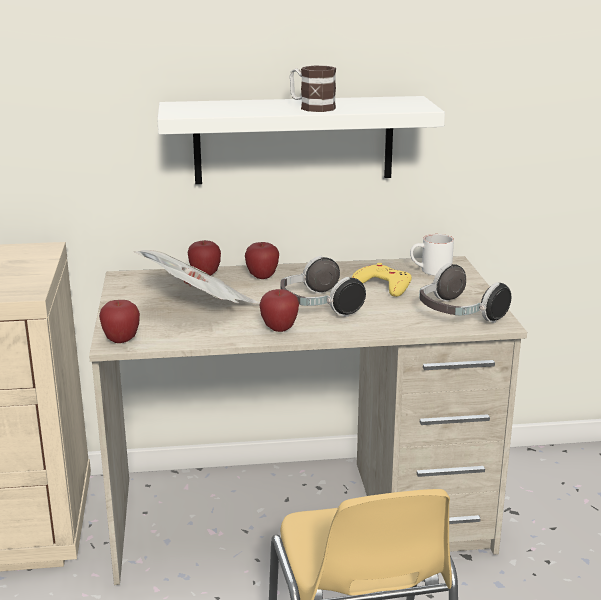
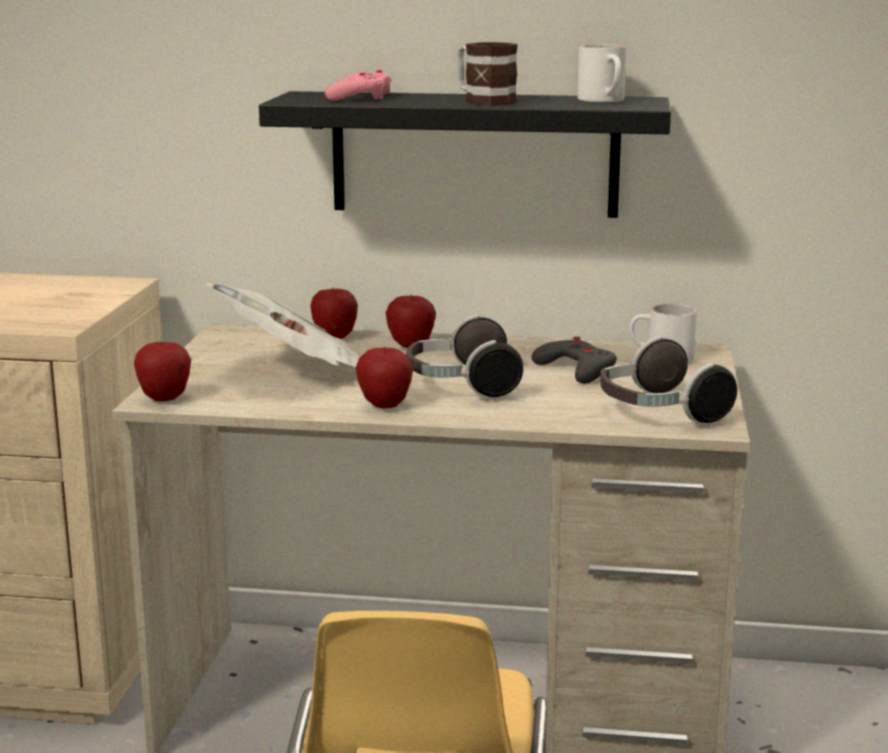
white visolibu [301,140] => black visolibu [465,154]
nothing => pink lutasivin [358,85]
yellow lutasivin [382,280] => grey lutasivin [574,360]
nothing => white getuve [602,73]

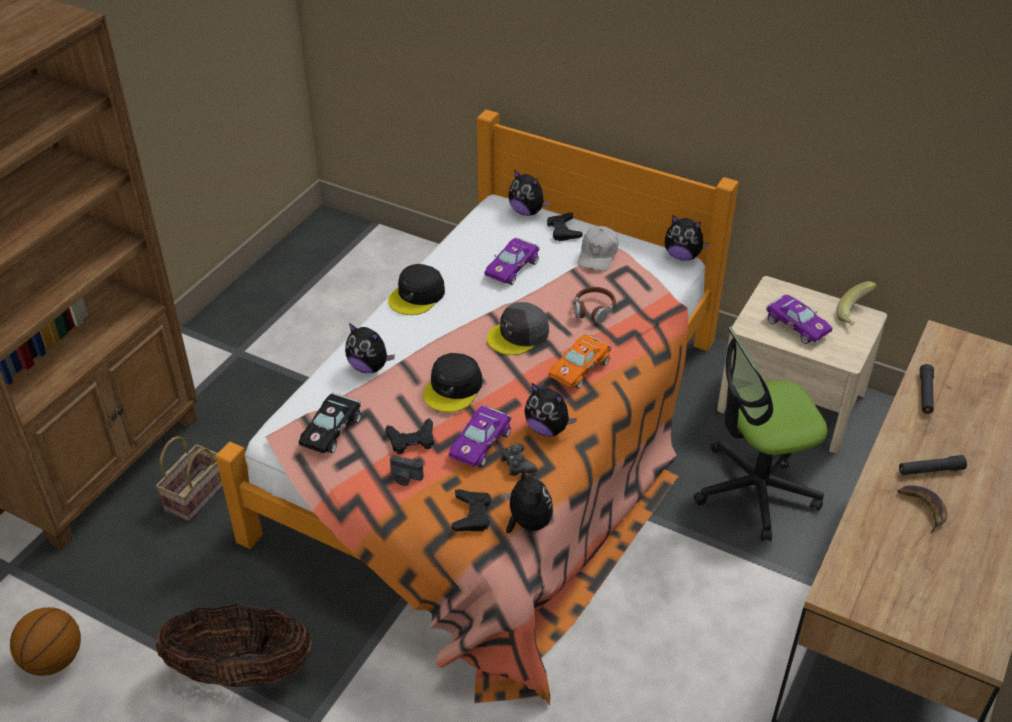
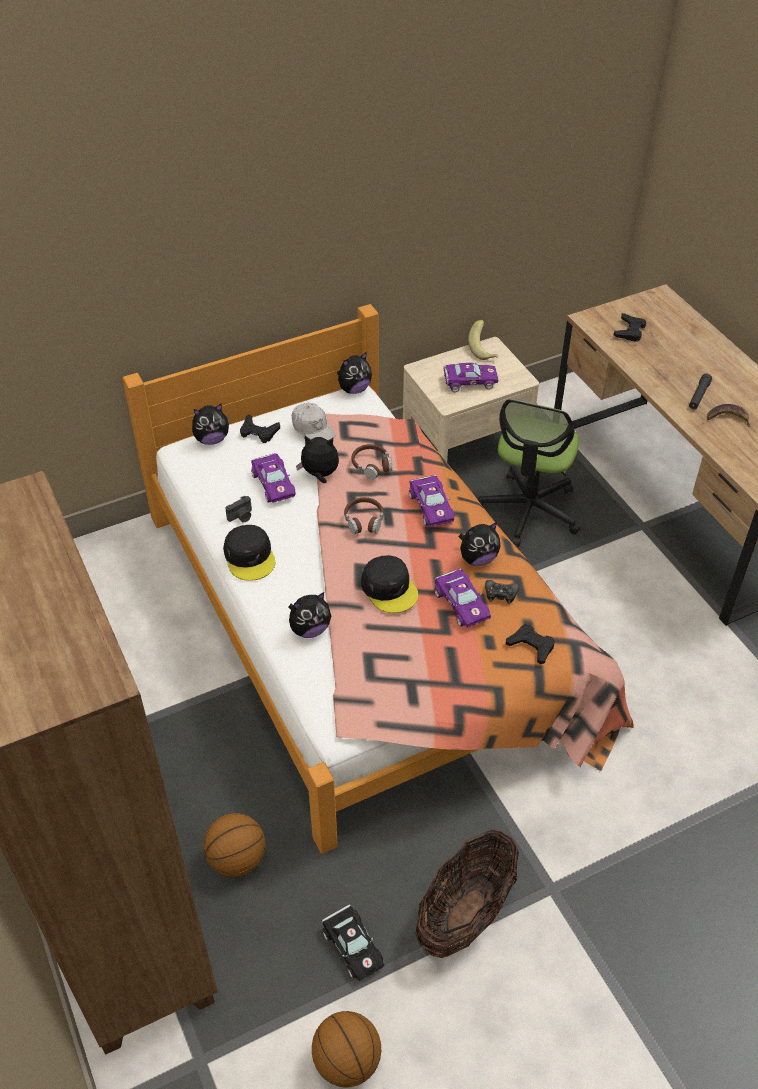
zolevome [189,478] => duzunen [234,845]
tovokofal [407,470] => tovokofal [238,509], relocated
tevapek [528,500] => tevapek [317,459], relocated
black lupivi [330,423] => black lupivi [352,942], relocated
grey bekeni [518,328] => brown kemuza [364,515]
orange lupivi [579,361] => purple lupivi [431,500]
black lutasivin [409,436] => black lutasivin [630,327], relocated
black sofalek [927,389] => nothing

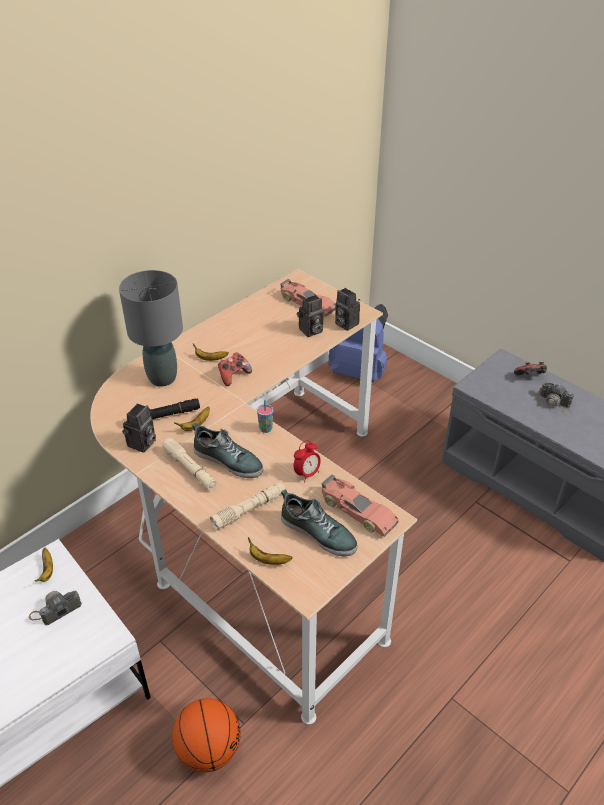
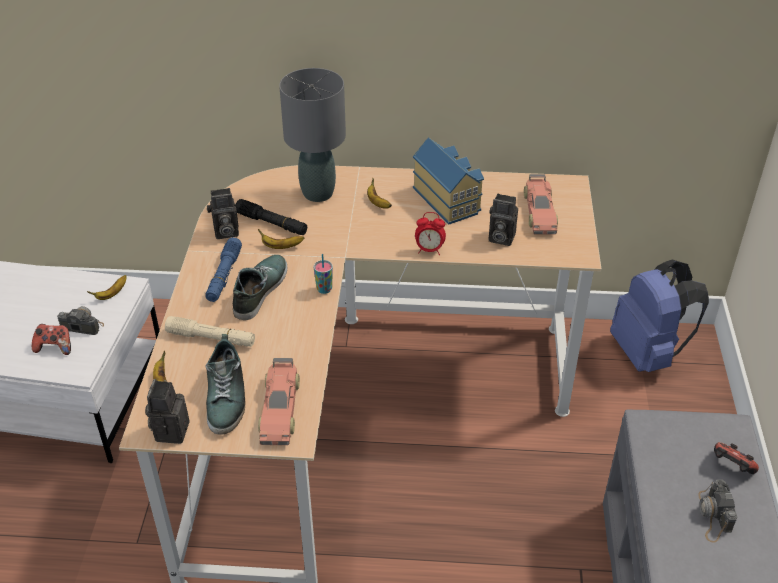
lutasivin [235,369] => lutasivin [51,339], relocated
tovokofal [347,309] => tovokofal [167,411], relocated
beige sofalek [189,464] => blue sofalek [223,269]
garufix [227,450] => garufix [260,287], 150 degrees counterclockwise
nothing => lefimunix [448,180]
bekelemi [307,461] => bekelemi [430,233], relocated
duzunen [206,735] => nothing

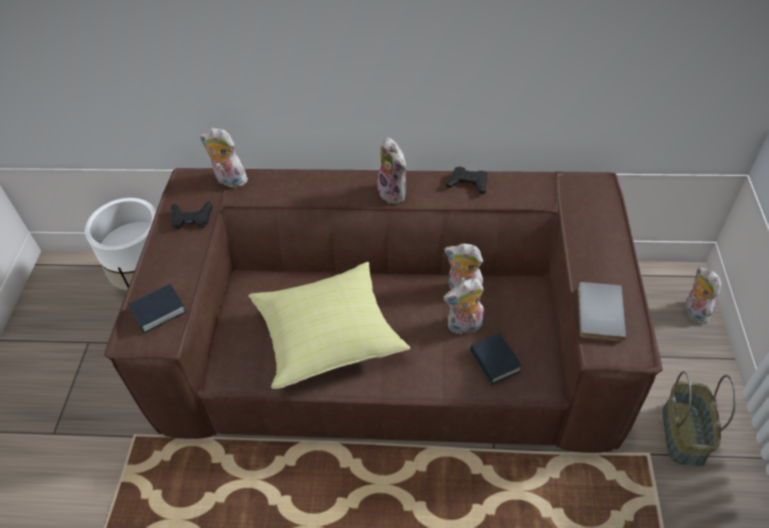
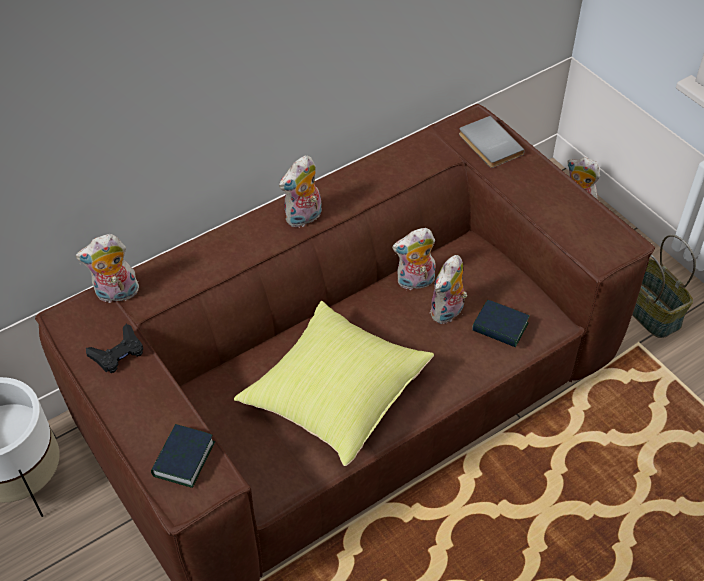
tevapek [392,170] => tevapek [300,191], 120 degrees clockwise
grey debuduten [602,312] => grey debuduten [492,142], relocated
black lutasivin [466,181] => nothing

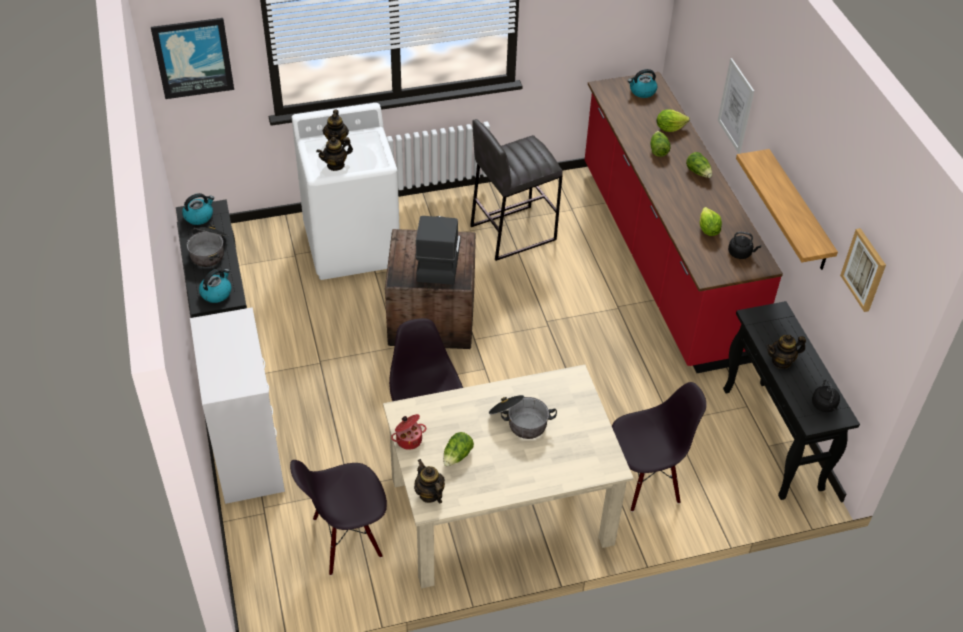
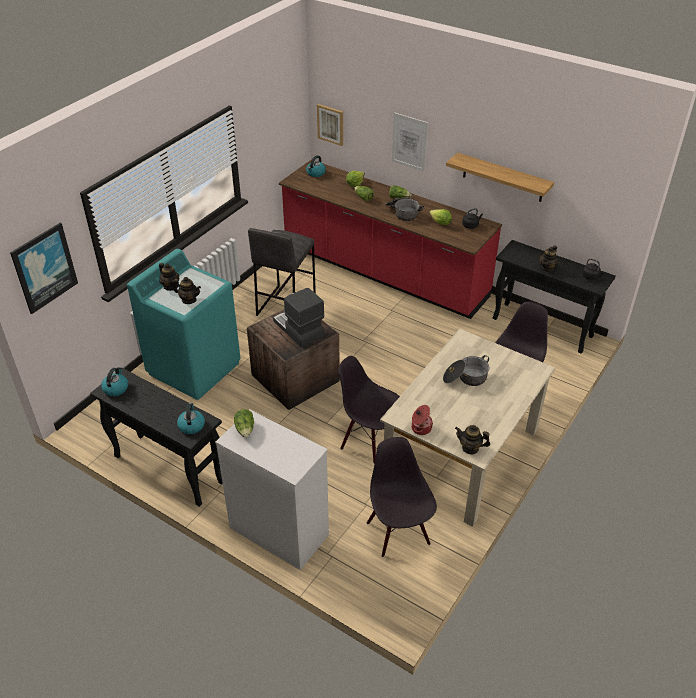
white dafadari [345,191] => turquoise dafadari [184,324]
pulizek [334,154] => pulizek [187,290], 90 degrees counterclockwise
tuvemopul [458,449] => tuvemopul [244,423], relocated
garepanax [863,270] => garepanax [330,125], relocated
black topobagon [338,517] => black topobagon [402,497], 135 degrees clockwise
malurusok [207,246] => malurusok [404,209], relocated

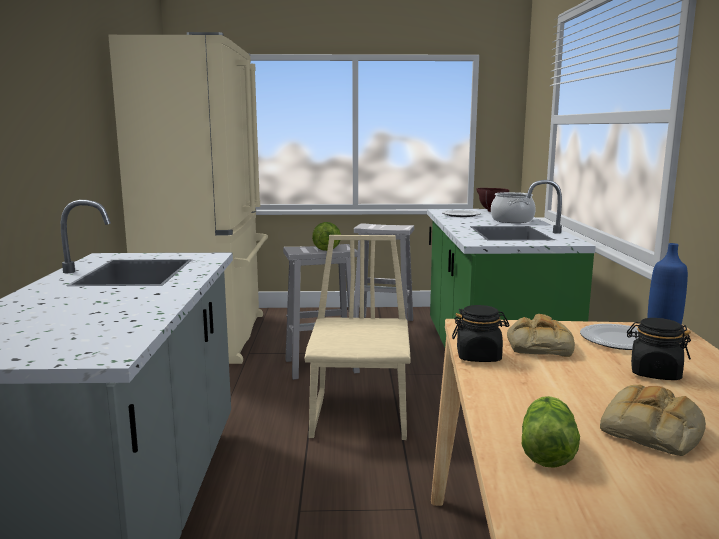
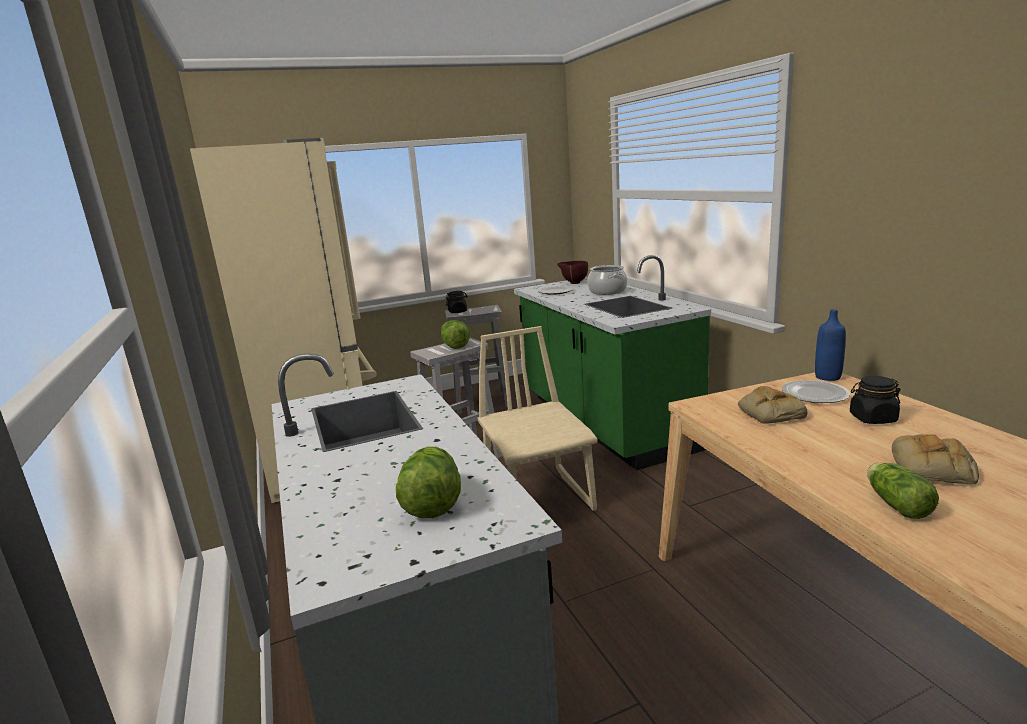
nothing => tuvemopul [428,482]
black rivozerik [480,333] => black rivozerik [457,302], relocated

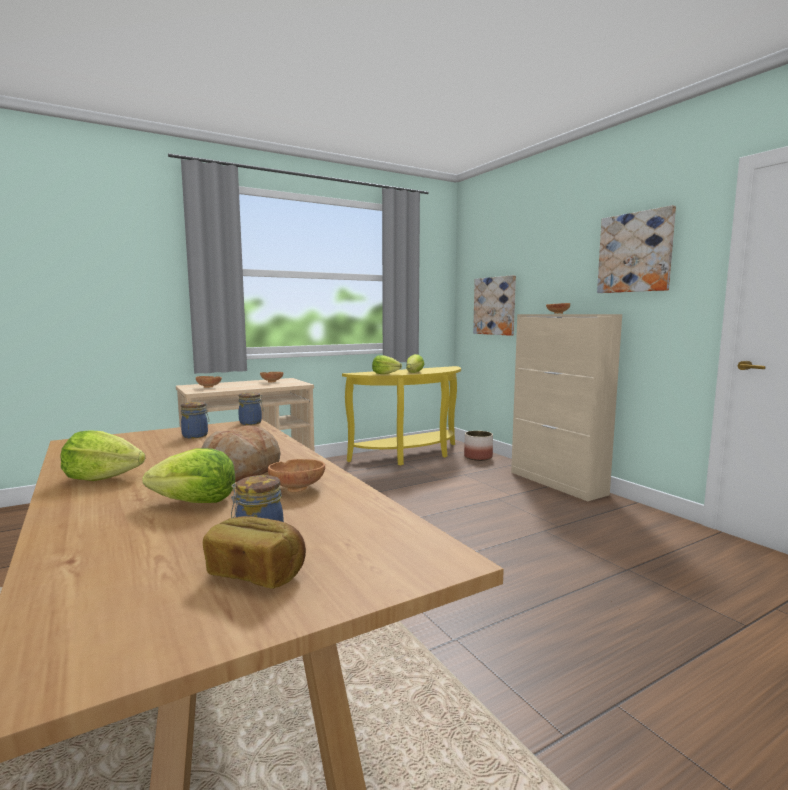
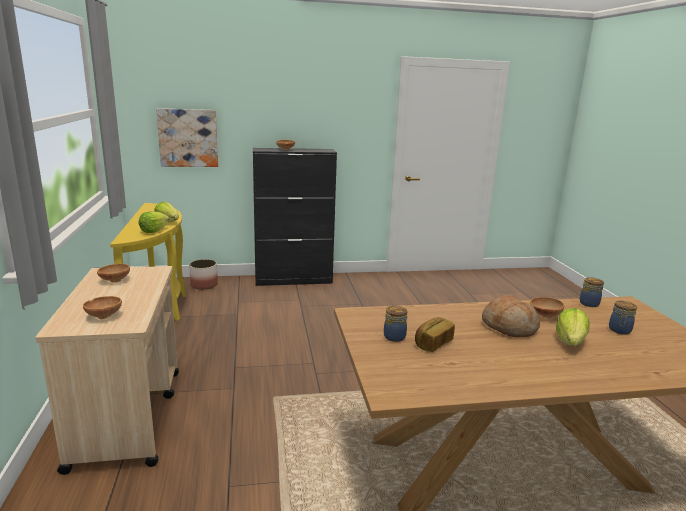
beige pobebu [566,407] => black pobebu [295,217]
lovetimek [254,552] => lovetimek [435,334], relocated
rivozerik [251,408] => rivozerik [592,292], relocated
tuvemopul [102,456] => nothing
garepanax [636,249] => nothing

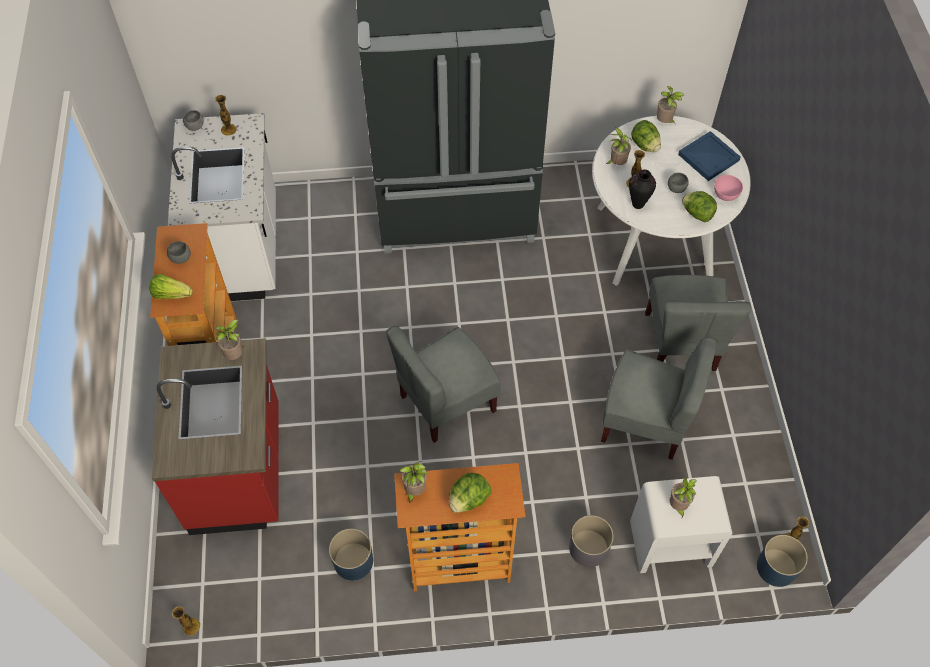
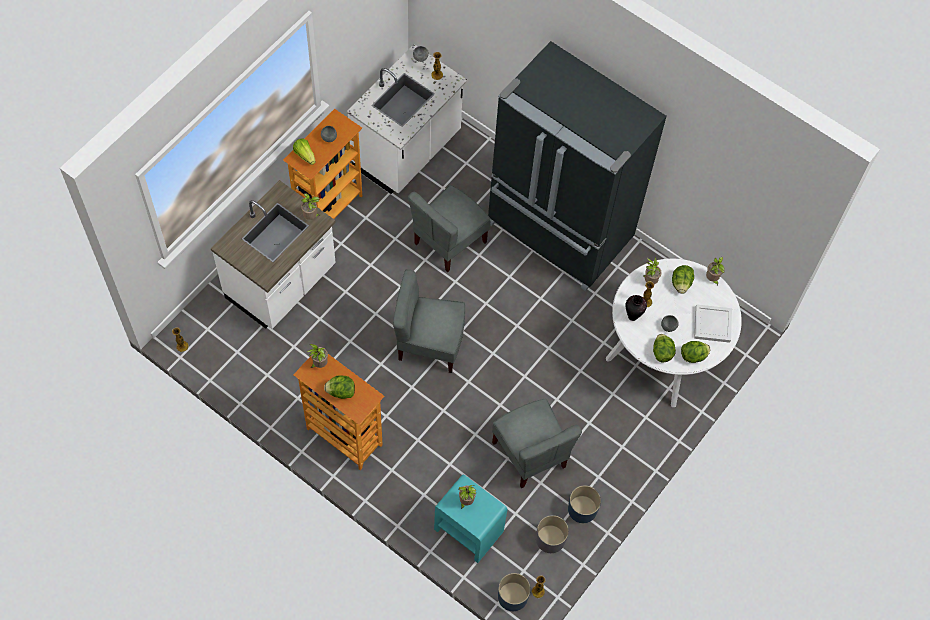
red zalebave [215,436] => white zalebave [273,254]
grey topobagon [698,323] => grey topobagon [449,228], relocated
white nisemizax [681,524] => turquoise nisemizax [471,518]
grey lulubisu [591,541] => grey lulubisu [552,534], relocated
blue lulubisu [351,555] => blue lulubisu [584,504], relocated
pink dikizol [728,188] => tuvemopul [695,352]
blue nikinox [709,156] => white nikinox [713,323]

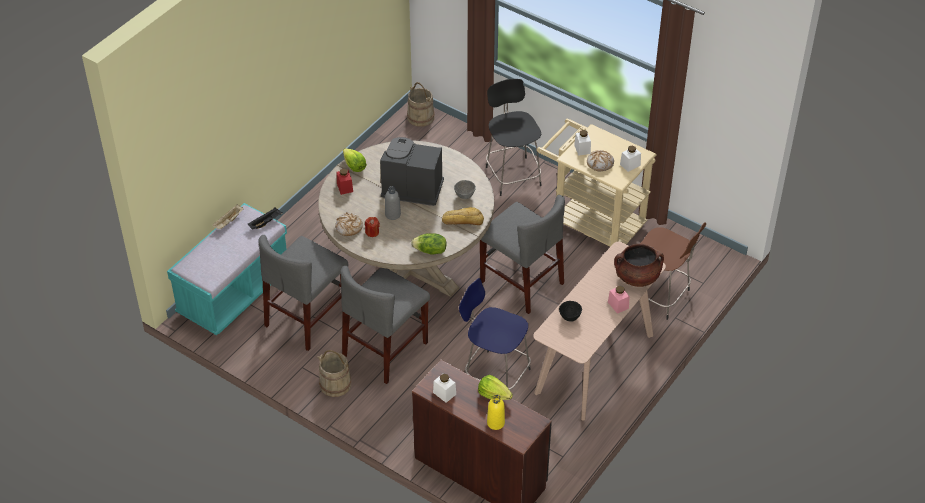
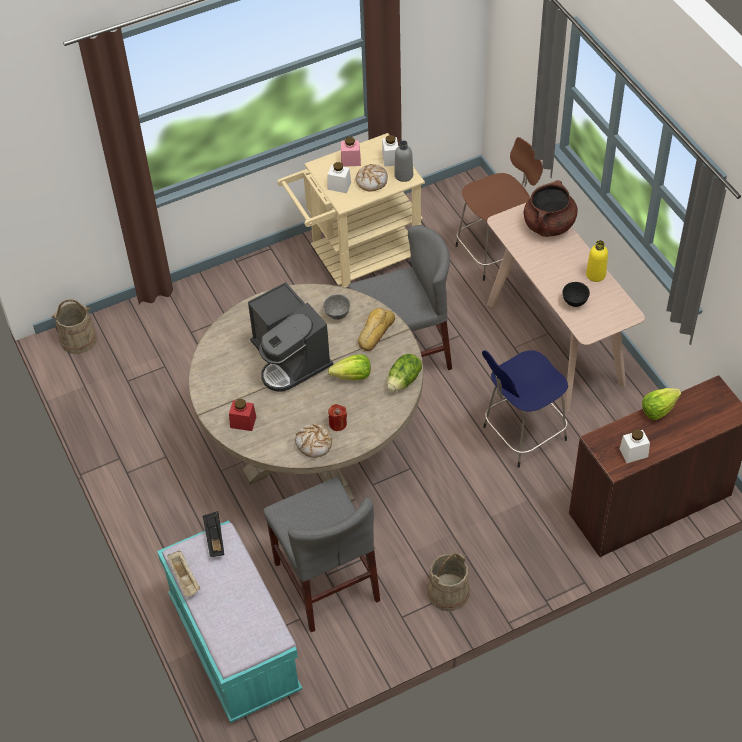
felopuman [412,171] => felopuman [290,337], 75 degrees counterclockwise
tuvemopul [355,160] => tuvemopul [349,367], relocated
pink rivozerik [618,300] => pink rivozerik [351,152], relocated
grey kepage [393,203] => grey kepage [403,161], relocated
yellow kepage [496,412] => yellow kepage [597,261], relocated
grey topobagon [385,325] => nothing
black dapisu [514,137] => nothing

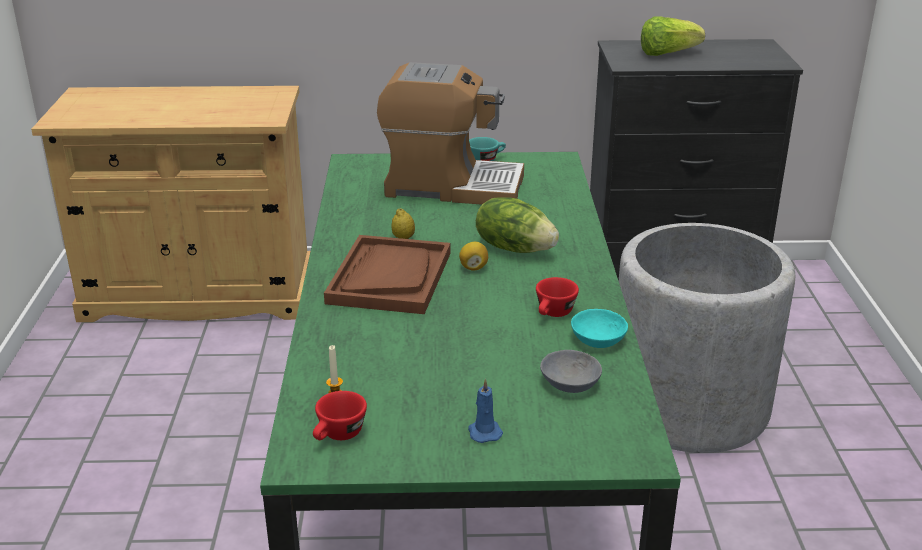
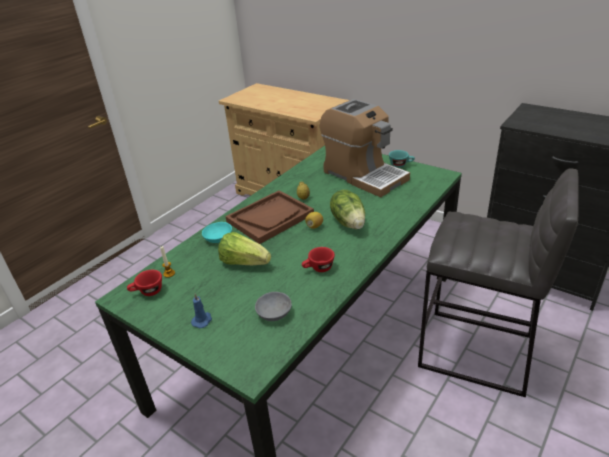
turquoise dikizol [599,328] => turquoise dikizol [217,232], relocated
tuvemopul [673,36] => tuvemopul [244,248], relocated
grey lulubisu [707,338] => grey dapisu [498,282]

